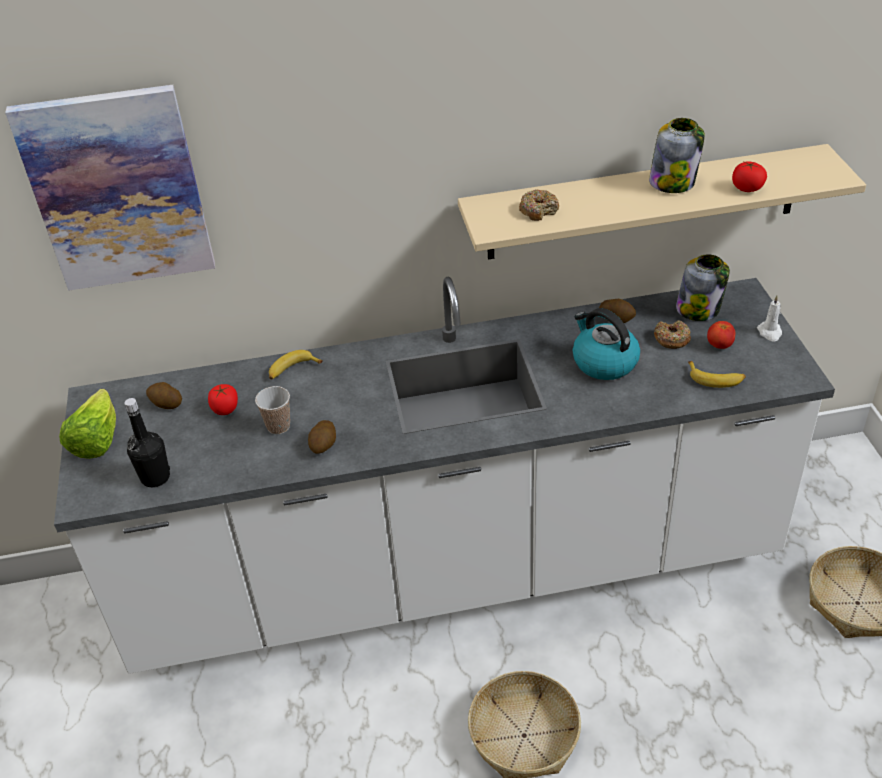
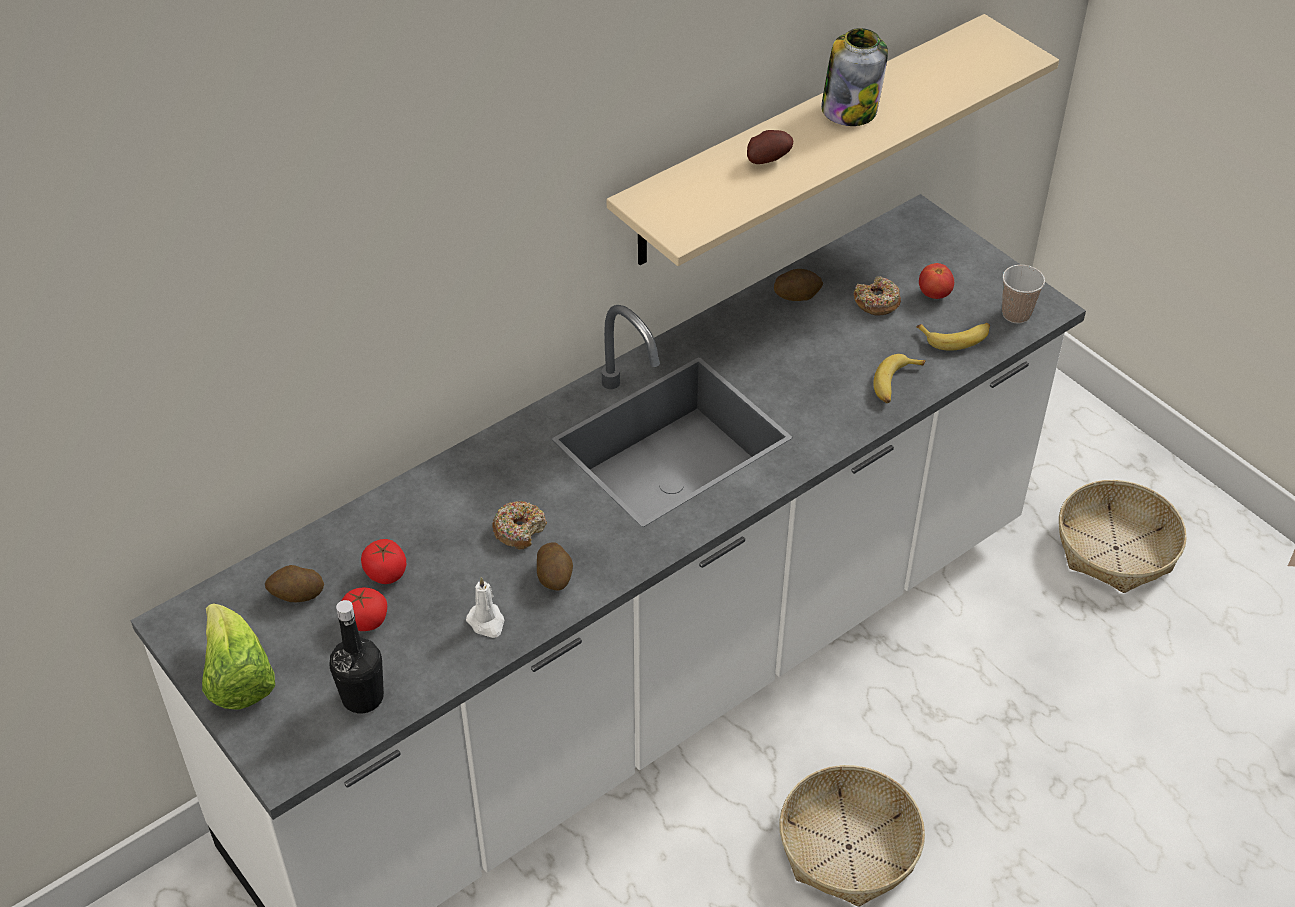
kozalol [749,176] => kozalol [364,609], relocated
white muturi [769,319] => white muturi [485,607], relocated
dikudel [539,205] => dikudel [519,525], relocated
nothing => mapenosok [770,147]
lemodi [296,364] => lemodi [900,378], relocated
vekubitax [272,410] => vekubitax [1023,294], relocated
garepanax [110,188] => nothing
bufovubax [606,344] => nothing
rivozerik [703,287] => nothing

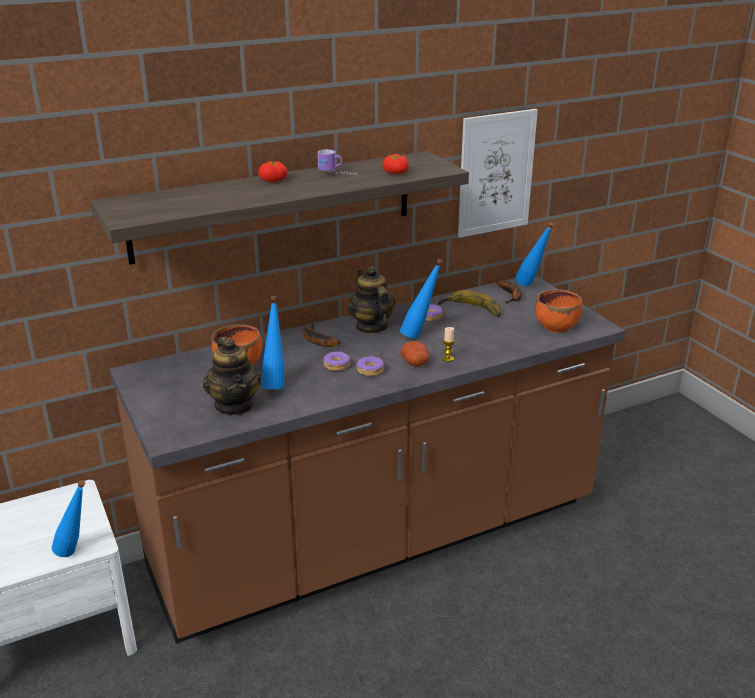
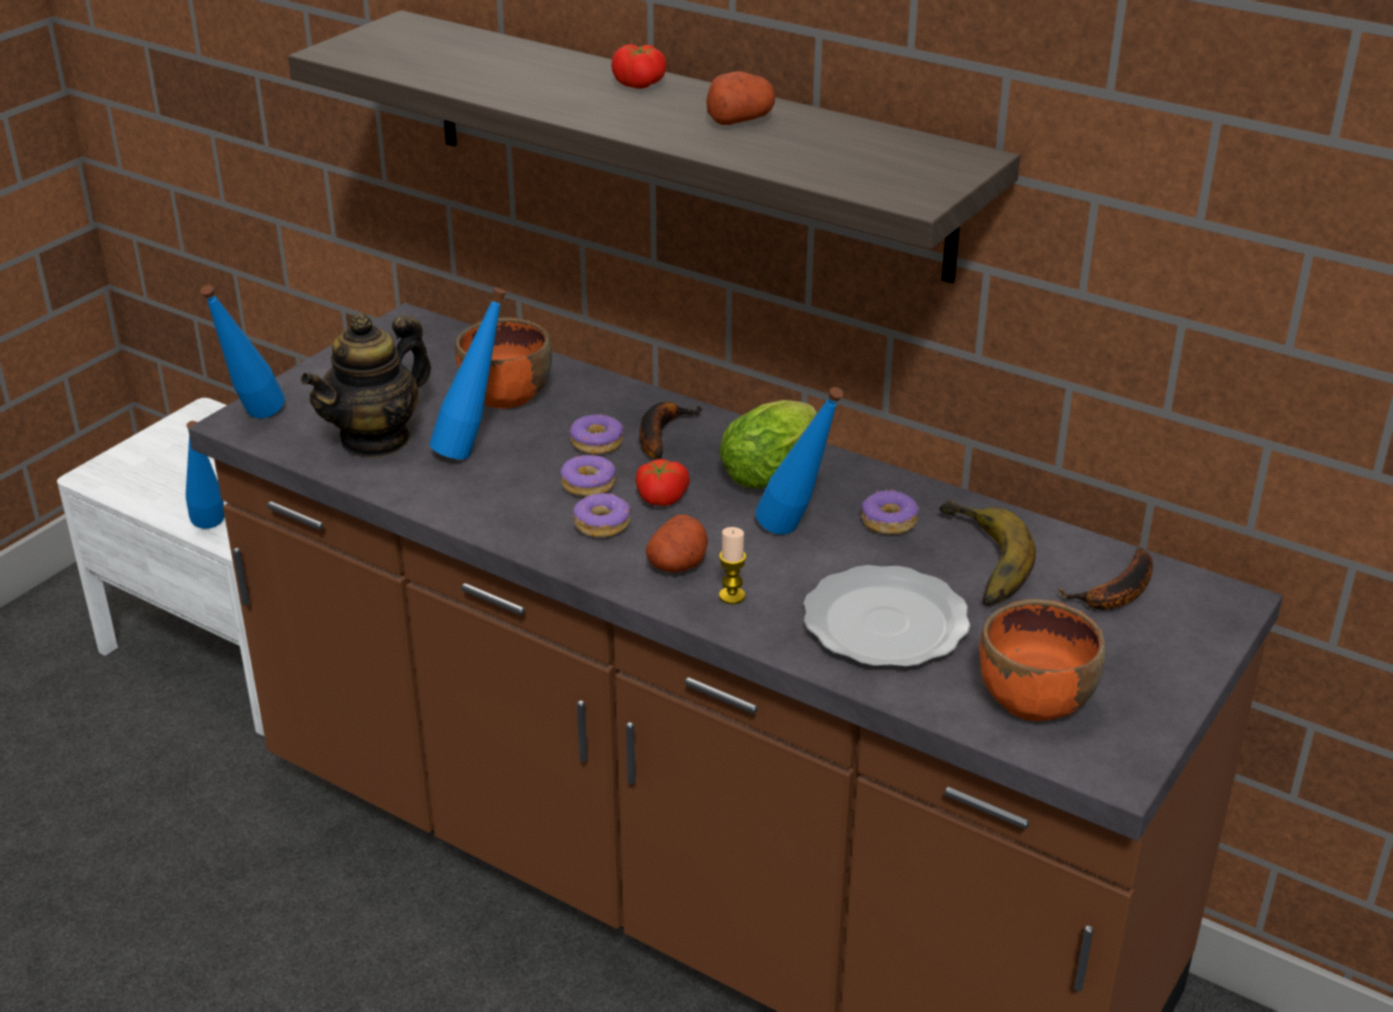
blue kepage [534,254] => blue kepage [242,351], relocated
nothing => dikudel [596,434]
kozalol [396,164] => kozalol [663,482], relocated
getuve [336,162] => mapenosok [740,98]
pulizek [371,300] => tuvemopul [768,444]
nothing => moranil [887,616]
garepanax [498,173] => nothing

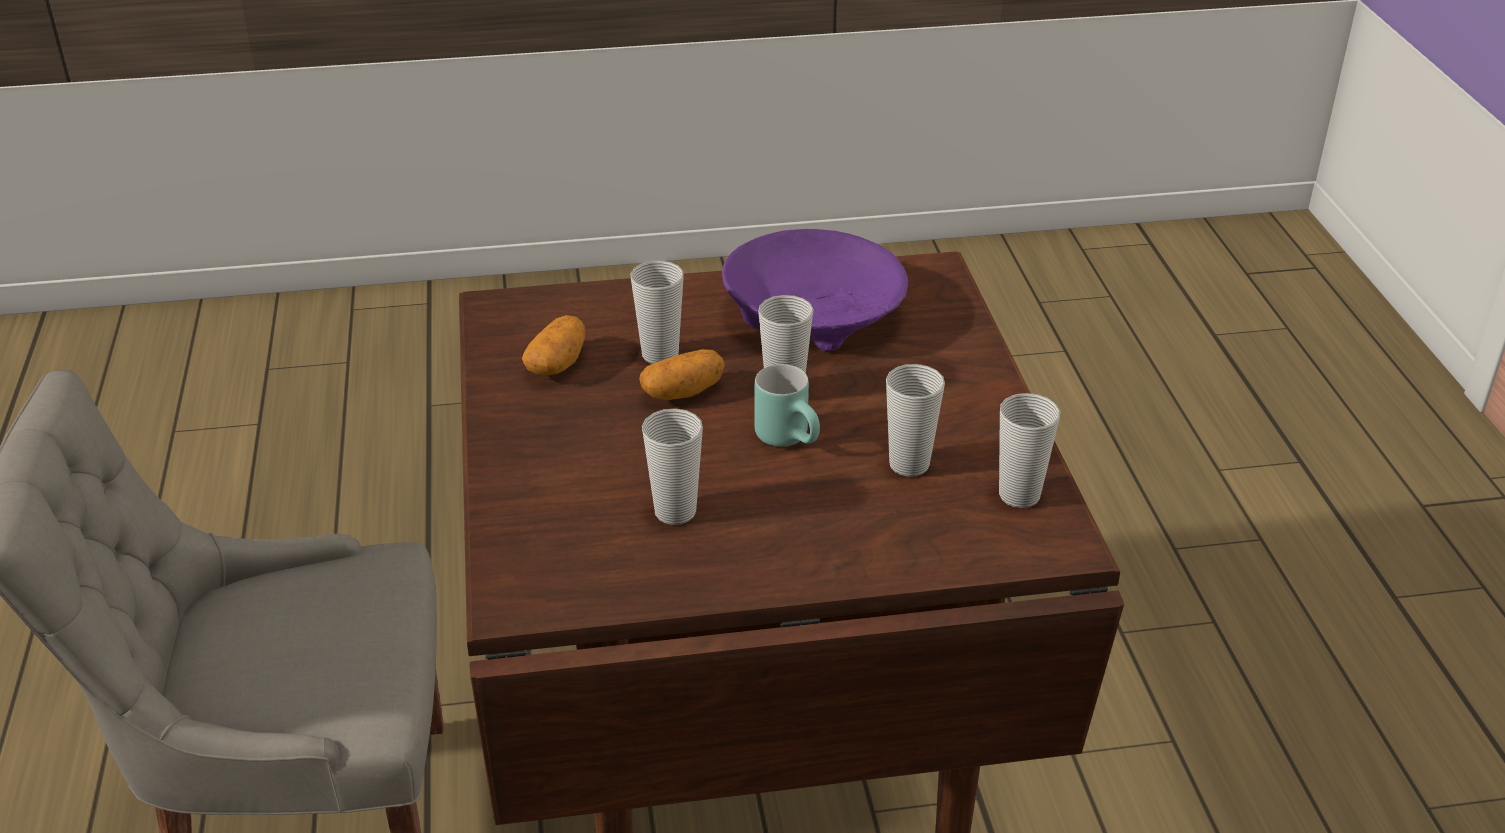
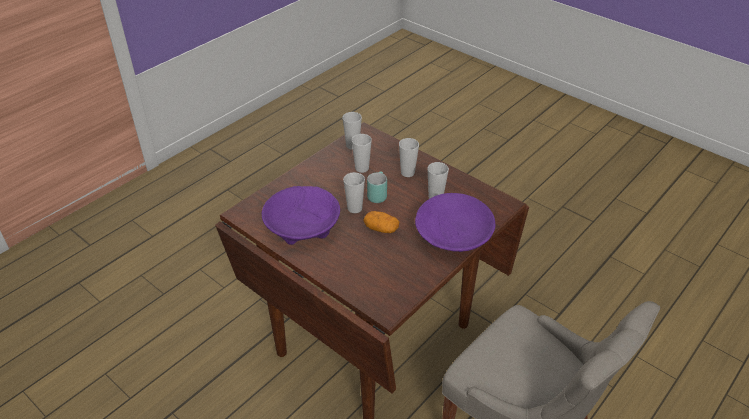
vekubitax [657,312] => vekubitax [409,157], relocated
nothing => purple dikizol [455,222]
mapenosok [553,345] => nothing

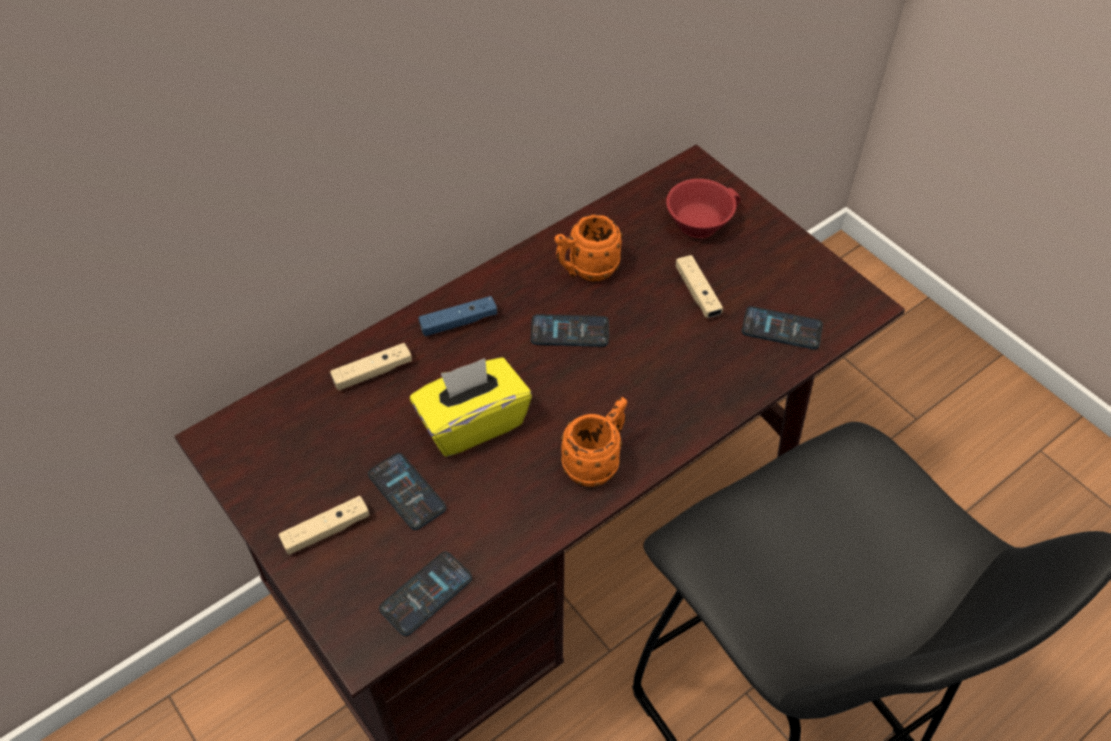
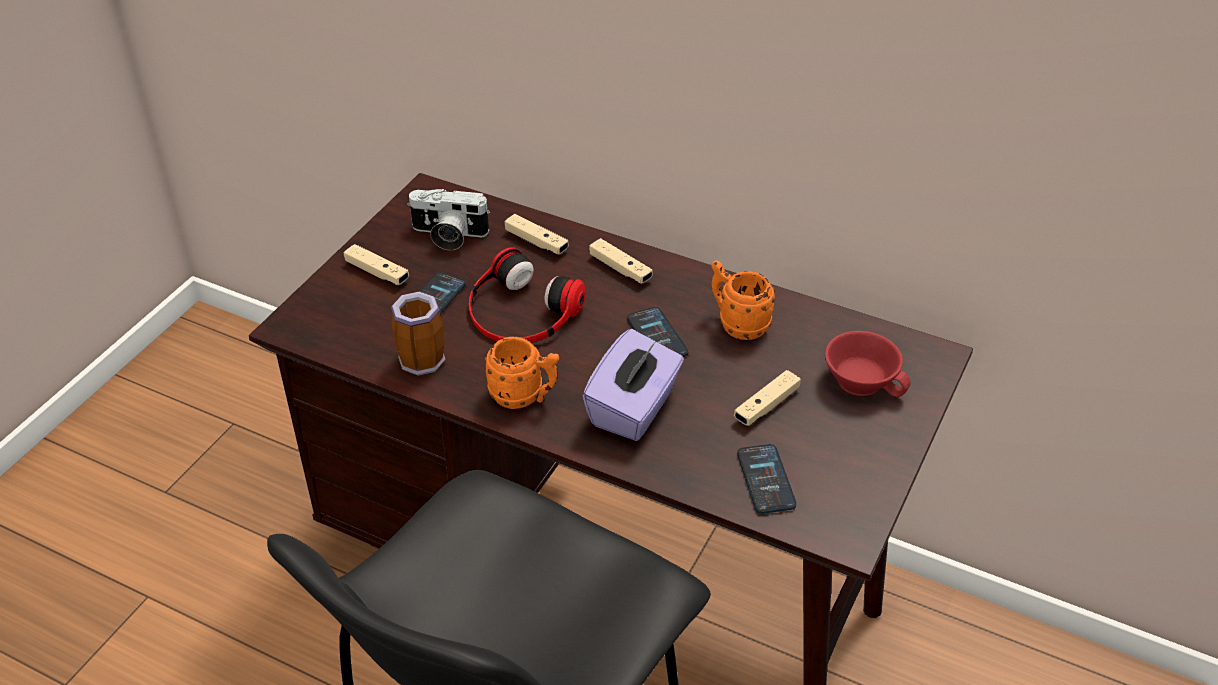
nothing => getuve [418,334]
nothing => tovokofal [448,219]
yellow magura [471,407] => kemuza [527,295]
nothing => purple magura [633,385]
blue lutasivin [458,316] => beige lutasivin [621,261]
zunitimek [425,594] => nothing

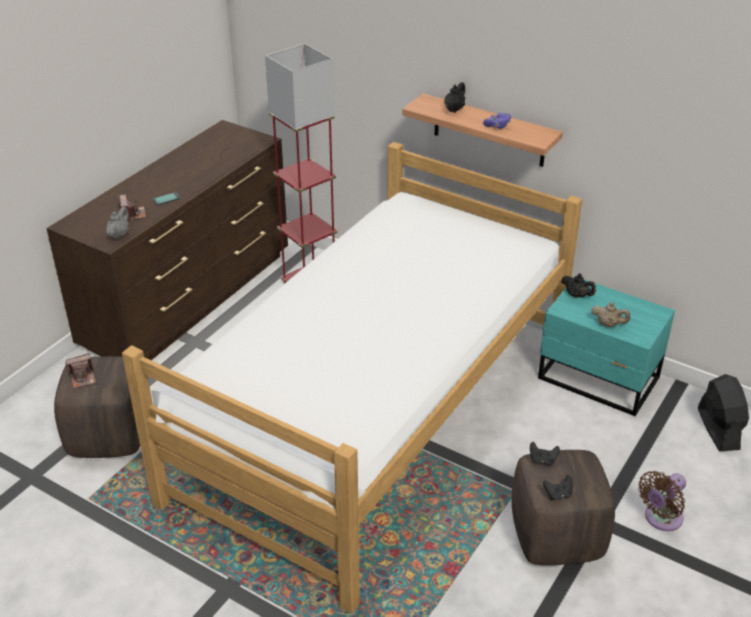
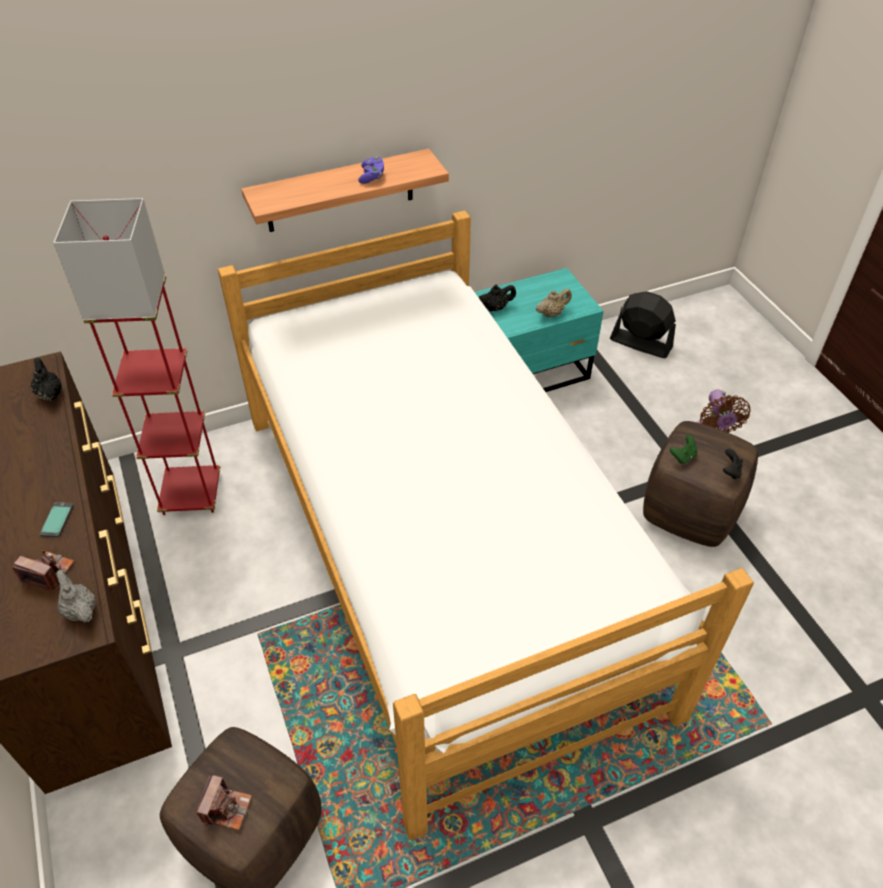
black pulizek [454,97] => black pulizek [46,379], relocated
black lutasivin [545,453] => green lutasivin [684,449]

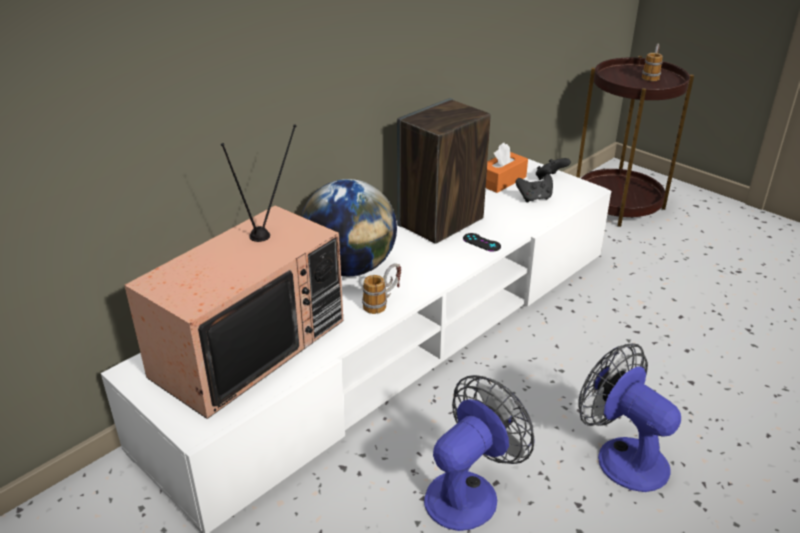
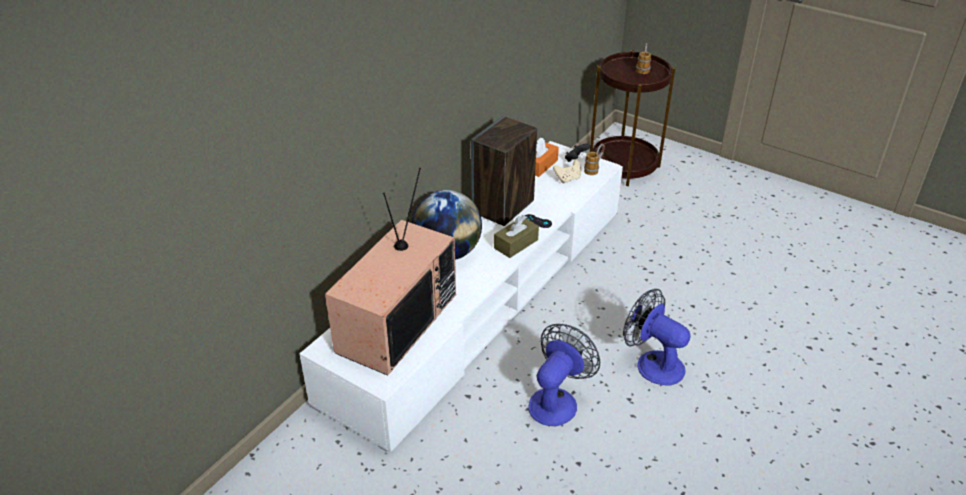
nothing => brown magura [516,236]
black lutasivin [534,188] => beige lutasivin [567,171]
getuve [381,288] => getuve [594,159], relocated

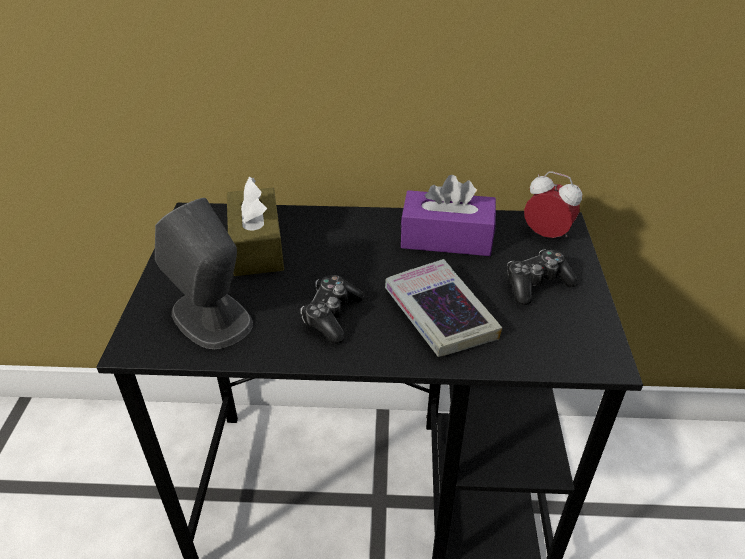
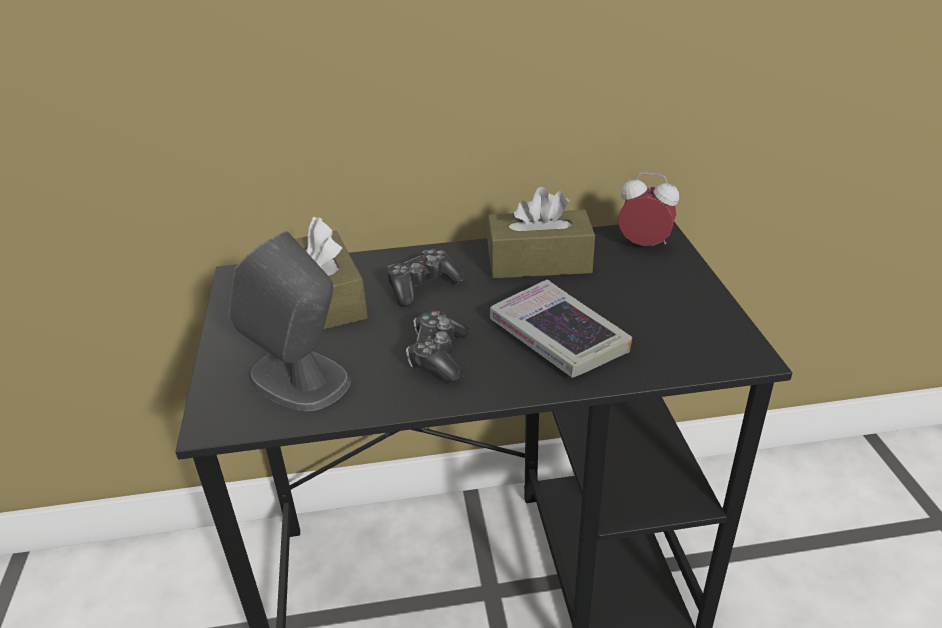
lutasivin [542,277] => lutasivin [426,278], relocated
purple magura [448,215] => brown magura [541,233]

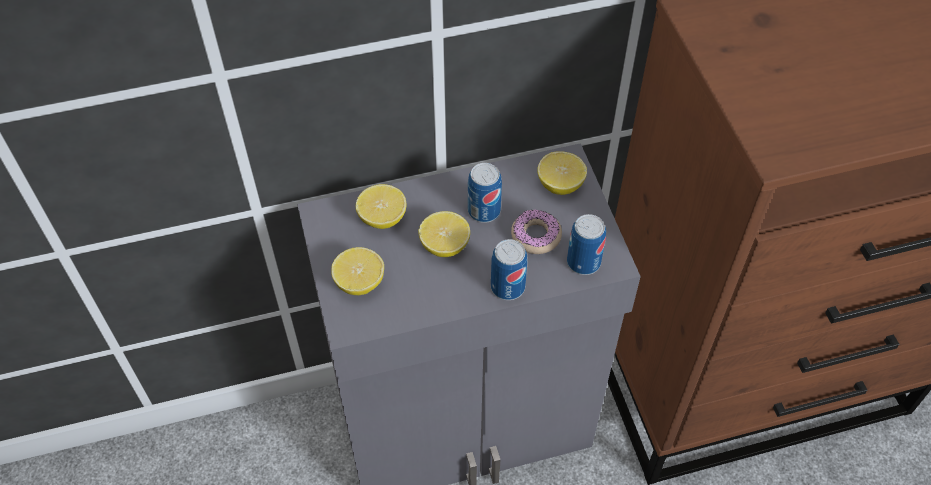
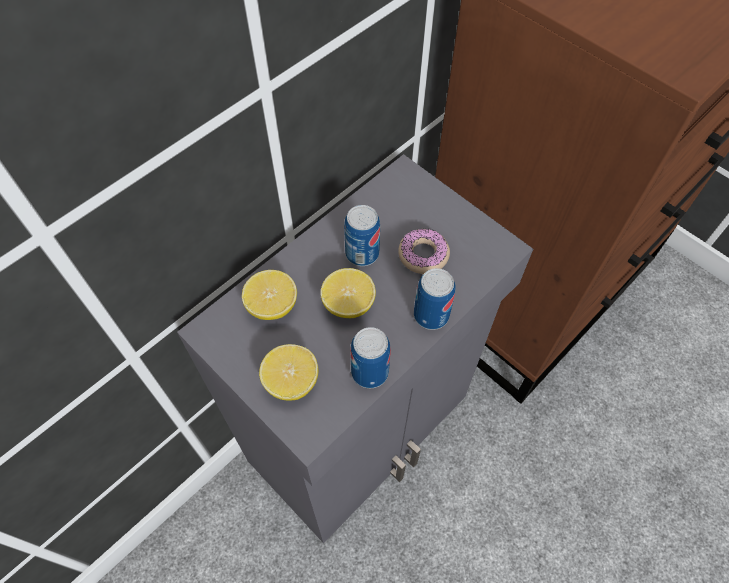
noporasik [586,244] => noporasik [370,357], relocated
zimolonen [562,173] => nothing

